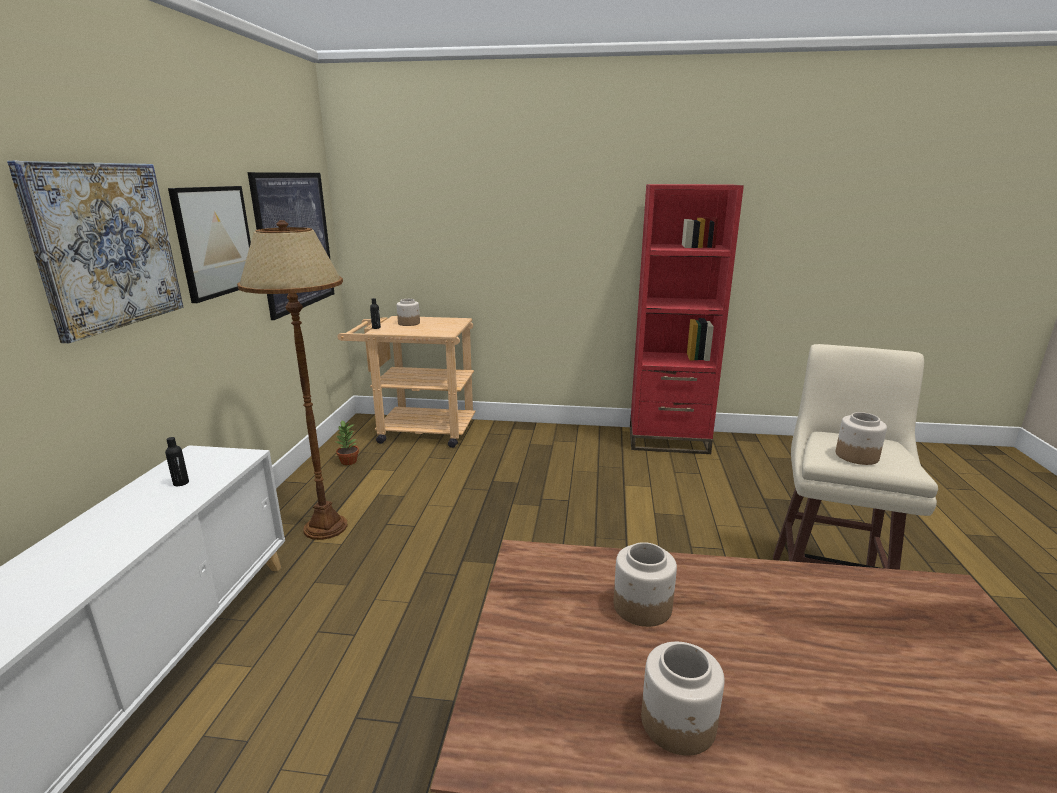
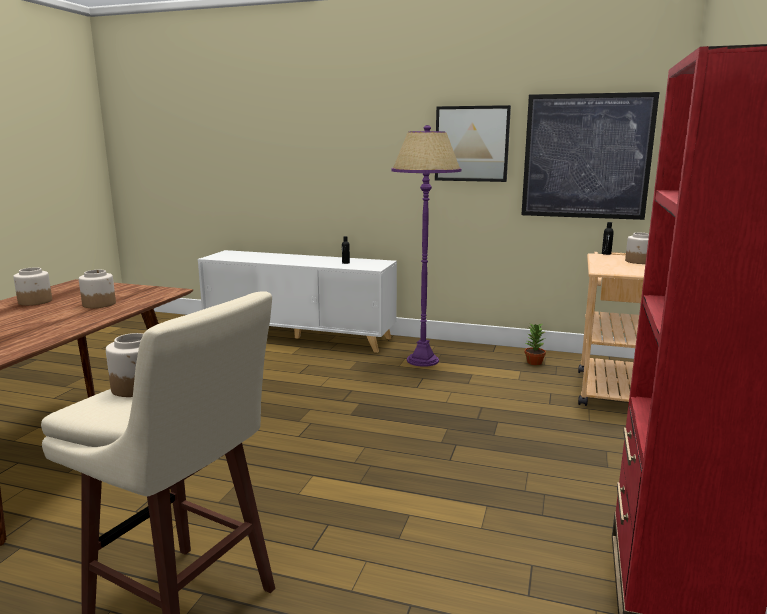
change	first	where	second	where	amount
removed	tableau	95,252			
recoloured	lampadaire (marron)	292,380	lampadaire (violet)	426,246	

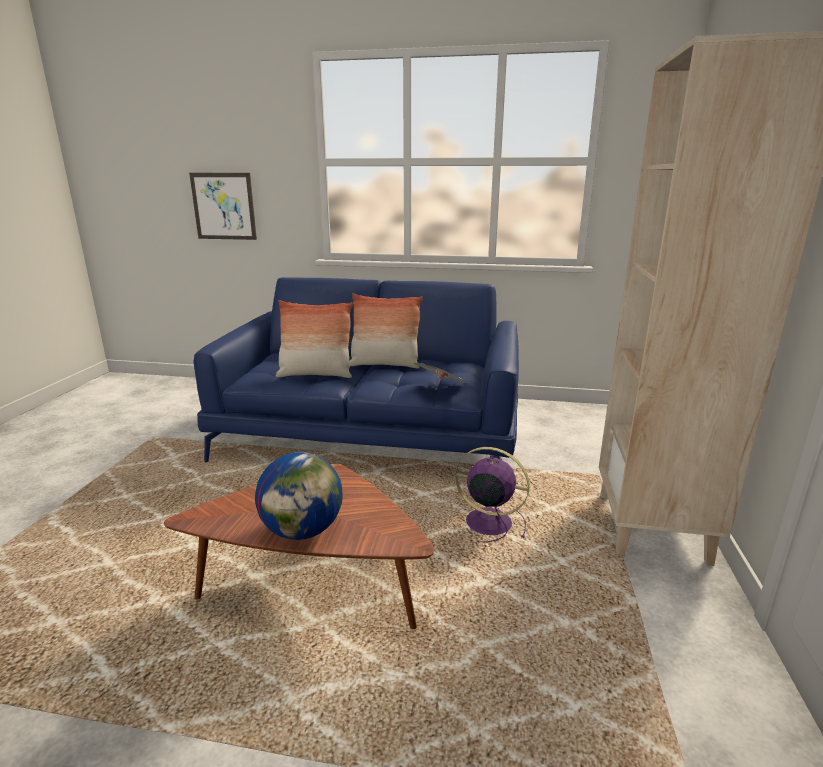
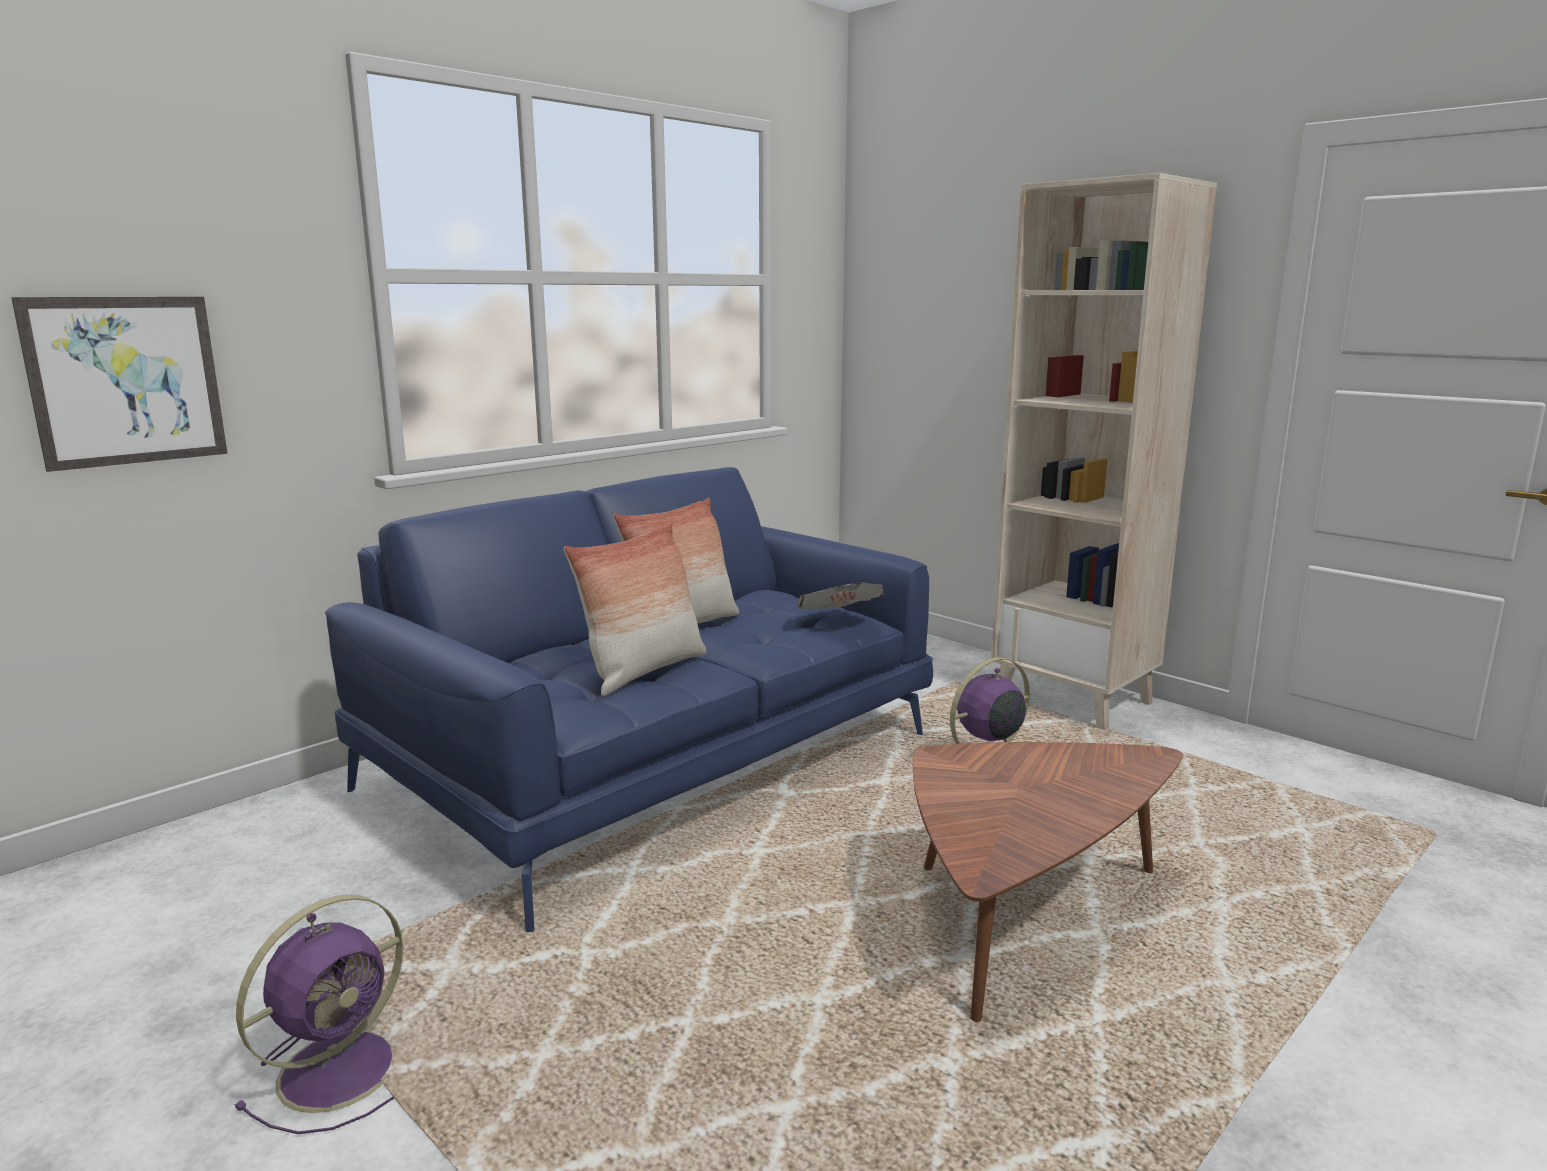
change	first	where	second	where	amount
removed	globe	299,496			
added			ventilateur (violet)	318,1014	

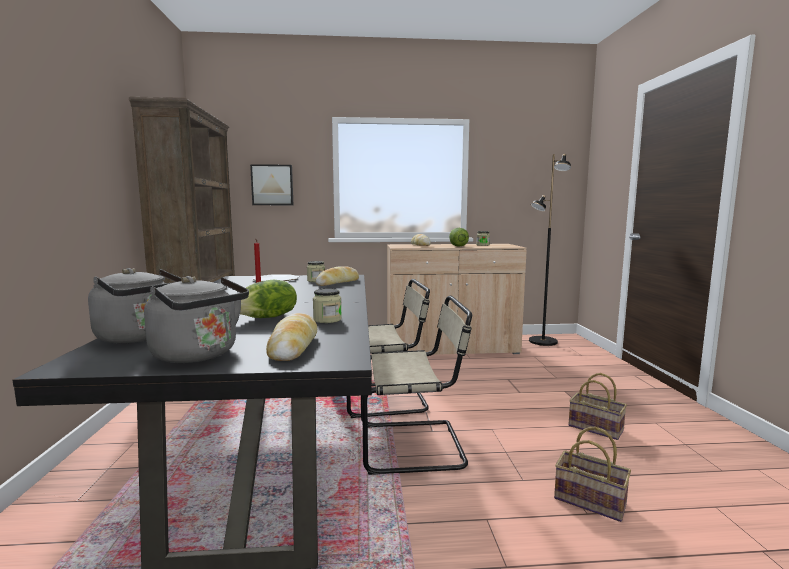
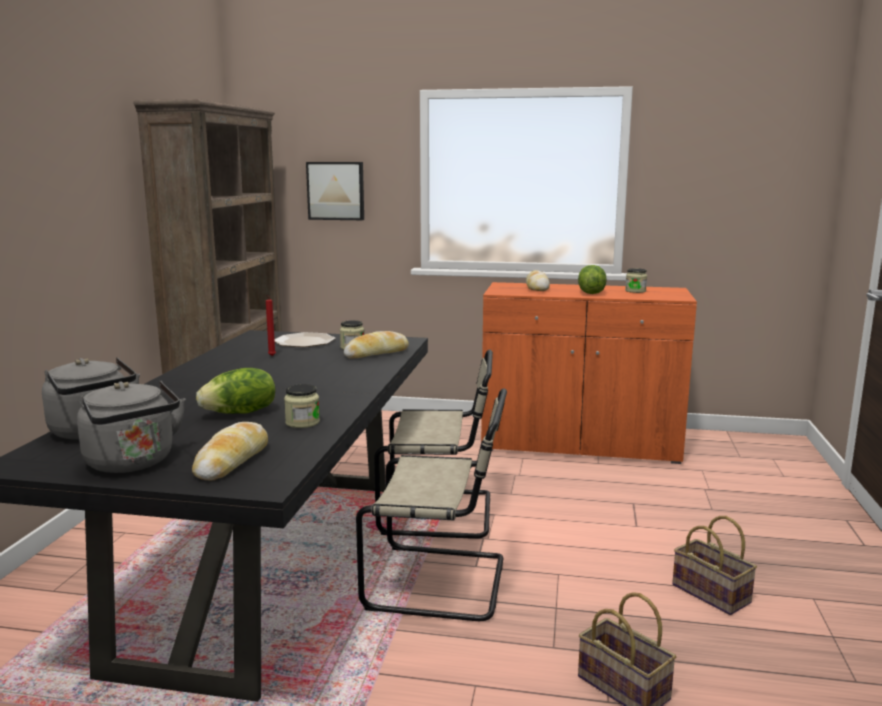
change	first	where	second	where	amount
removed	lampadaire (noir)	550,250			
recoloured	meuble de rangement (beige)	457,299	meuble de rangement (orange)	589,373	

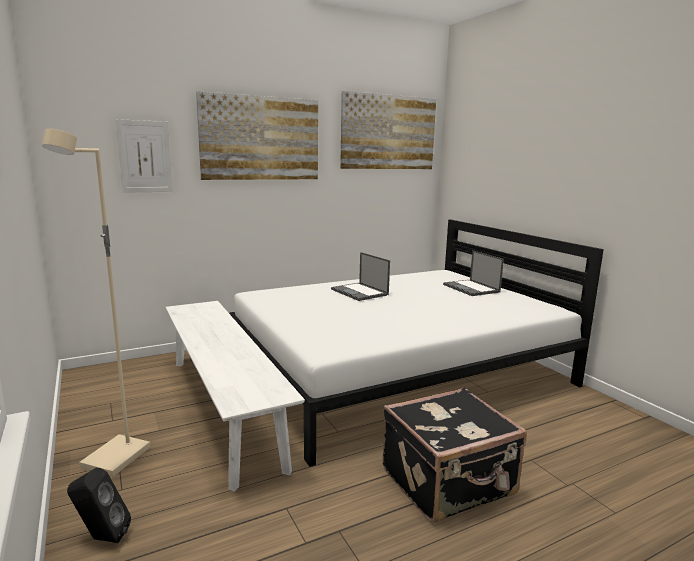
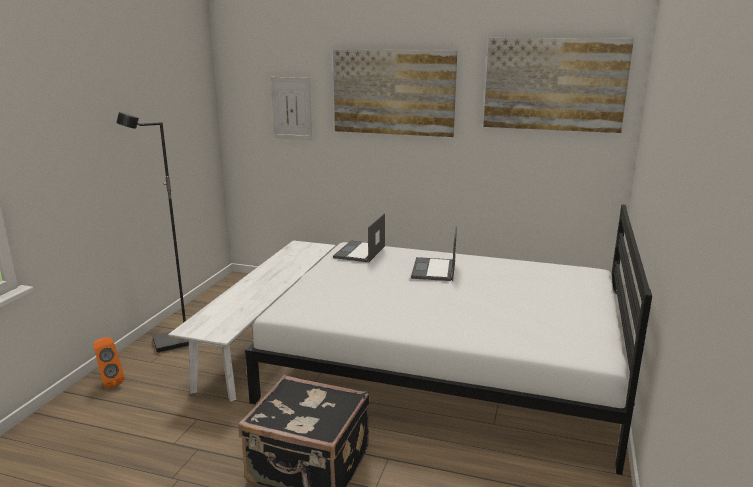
change	first	where	second	where	amount
recoloured	lampadaire (beige)	96,302	lampadaire (noir)	152,232	
moved	ordinateur portable	473,273		359,238	
recoloured	enceinte (noir)	99,505	enceinte (orange)	108,362	

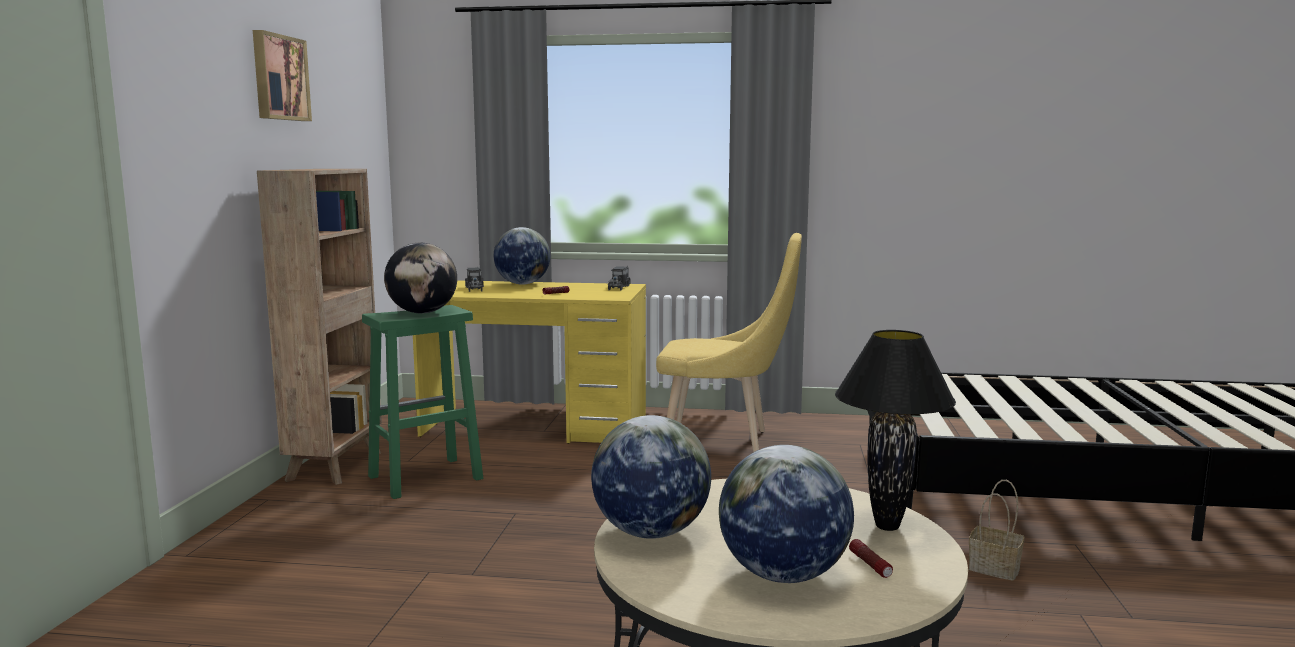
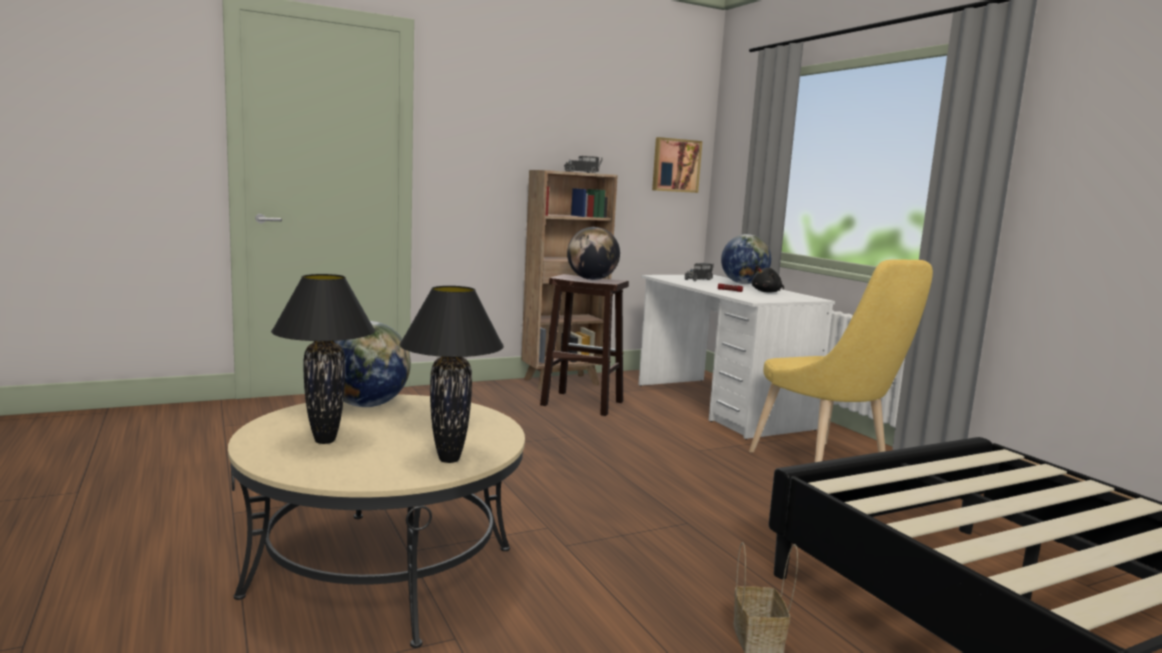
change	first	where	second	where	amount
moved	tableau	282,75		677,165	
moved	camion jouet	619,278		583,164	
recoloured	bureau (jaune)	529,362	bureau (blanc)	736,357	
recoloured	tabouret (vert)	422,402	tabouret (marron)	584,345	
replaced	globe	786,514	lampe de table (noir)	323,359	
removed	lampe de poche	871,558			
added			peluche (noir)	768,279	

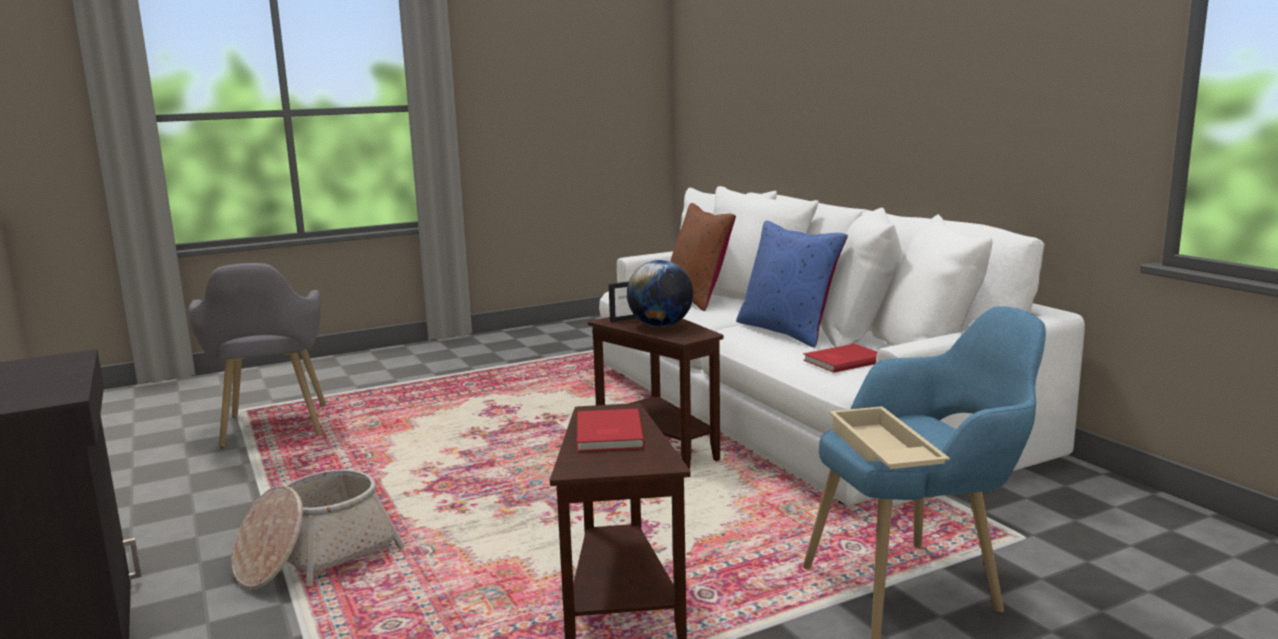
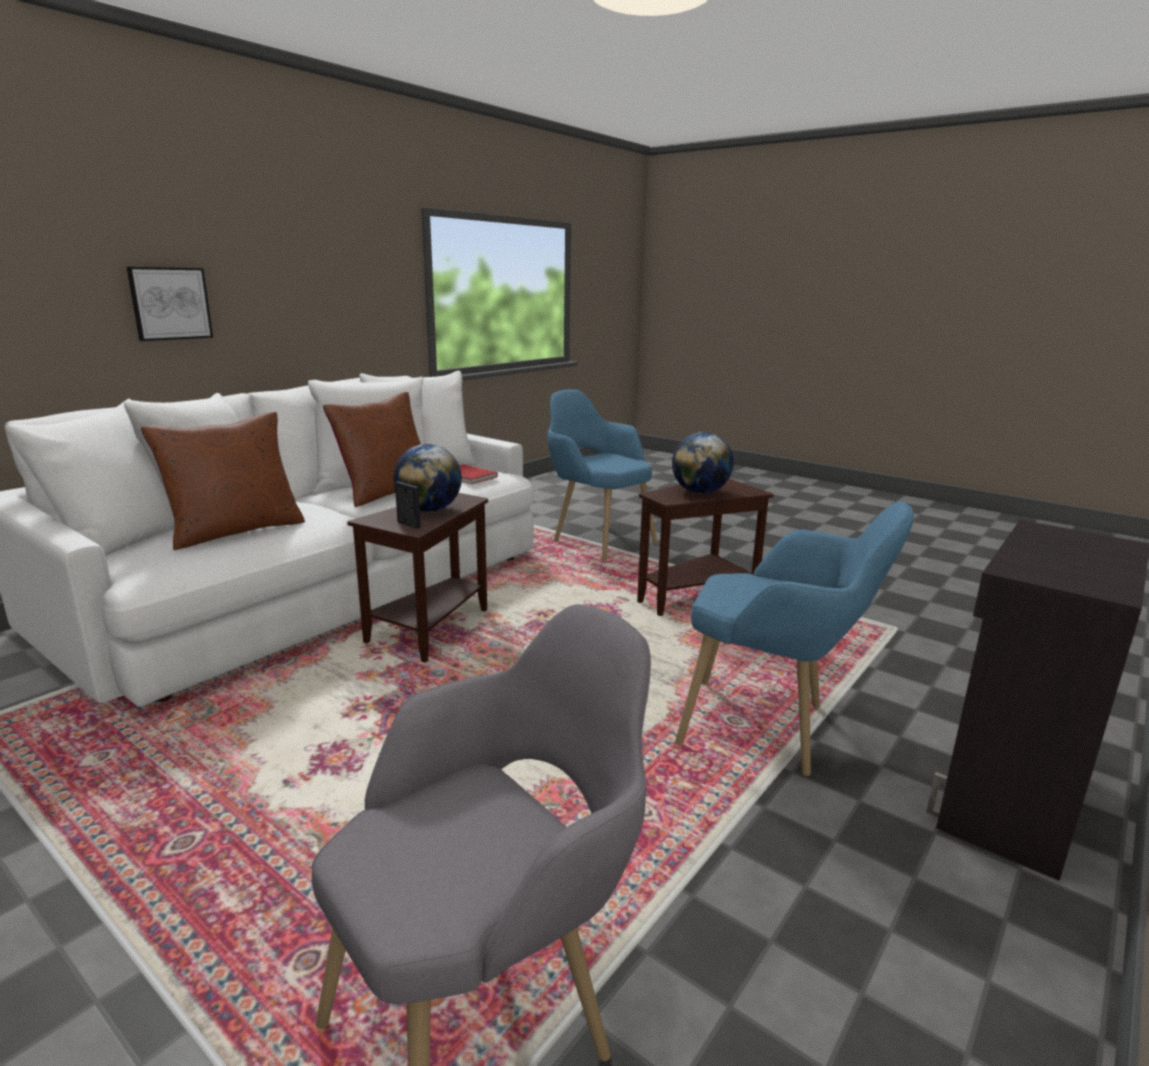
change	first	where	second	where	amount
recoloured	coussin (bleu)	792,284	coussin (marron)	372,449	
removed	plateau (beige)	889,437			
replaced	livre (rouge)	611,430	globe	703,463	
replaced	panier	318,529	fauteuil (bleu)	794,639	
added			tableau	169,304	

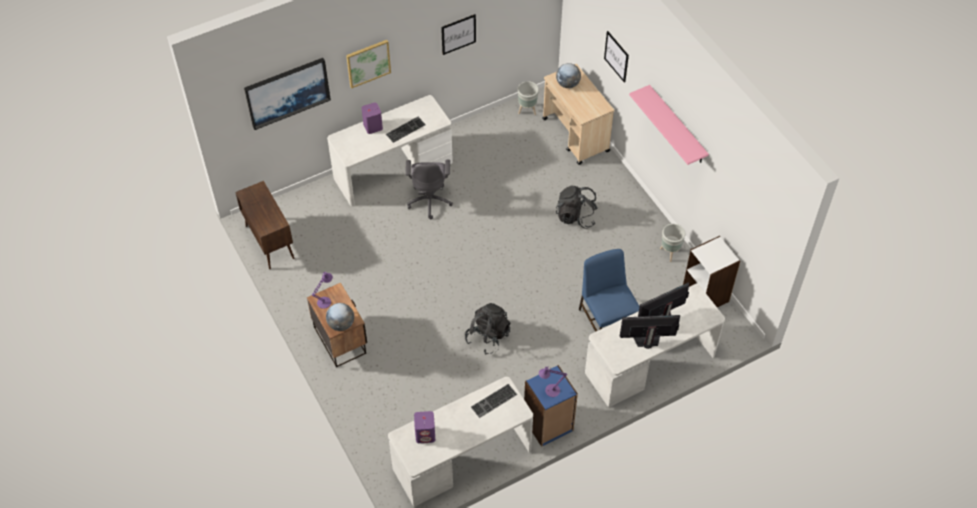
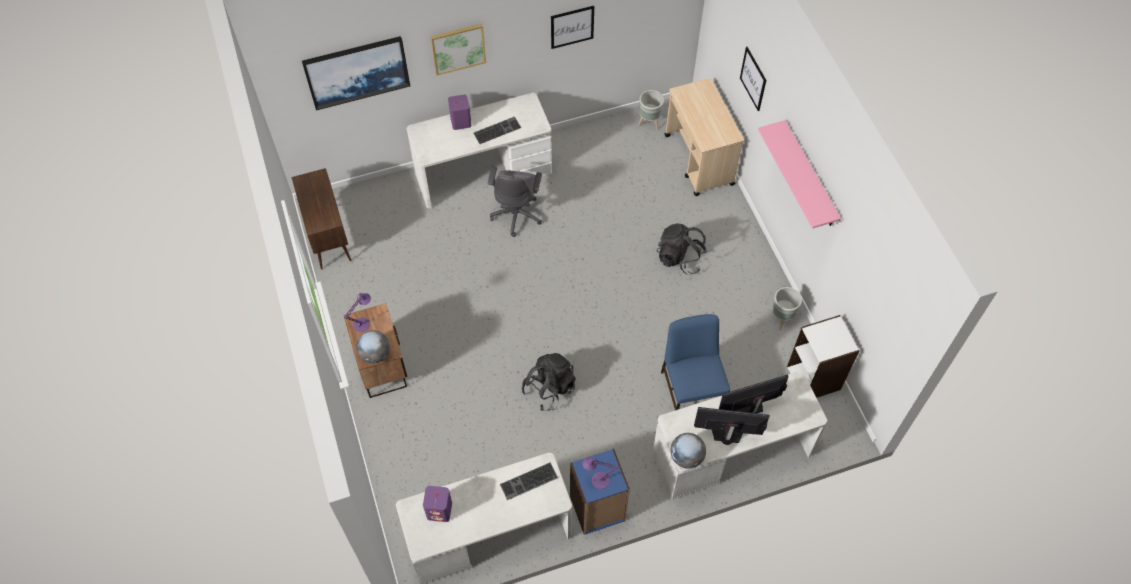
change	first	where	second	where	amount
moved	globe	568,75		688,451	

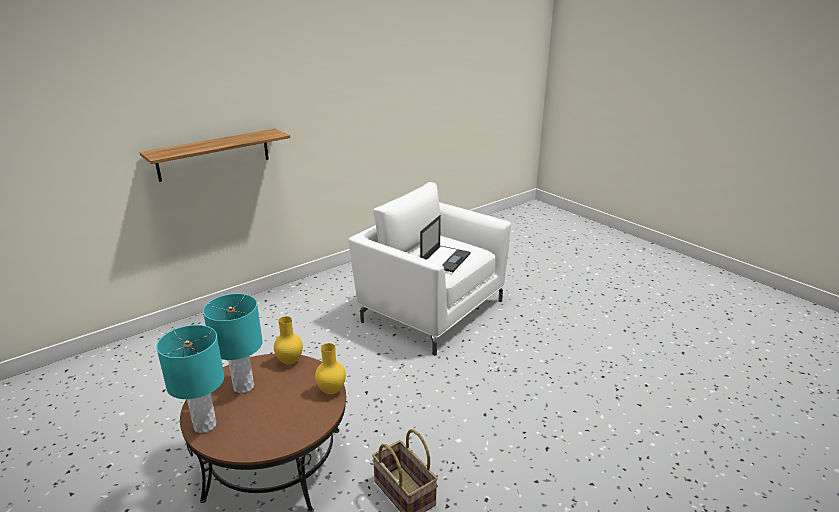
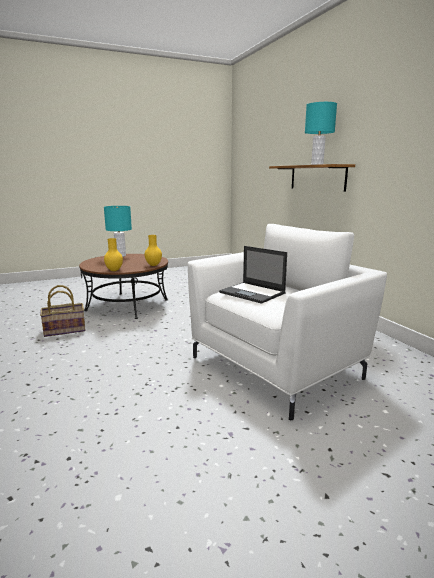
change	first	where	second	where	amount
moved	lampe de table (turquoise)	233,343		321,133	

